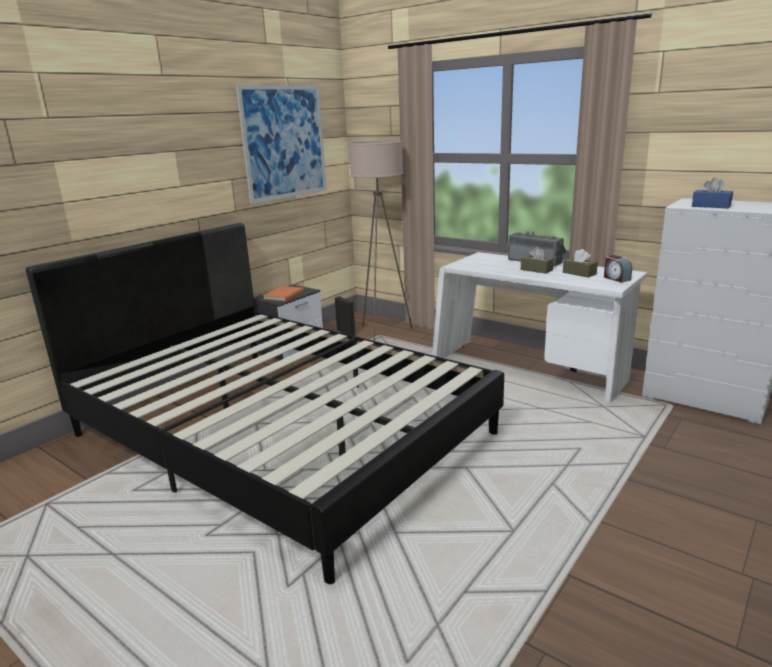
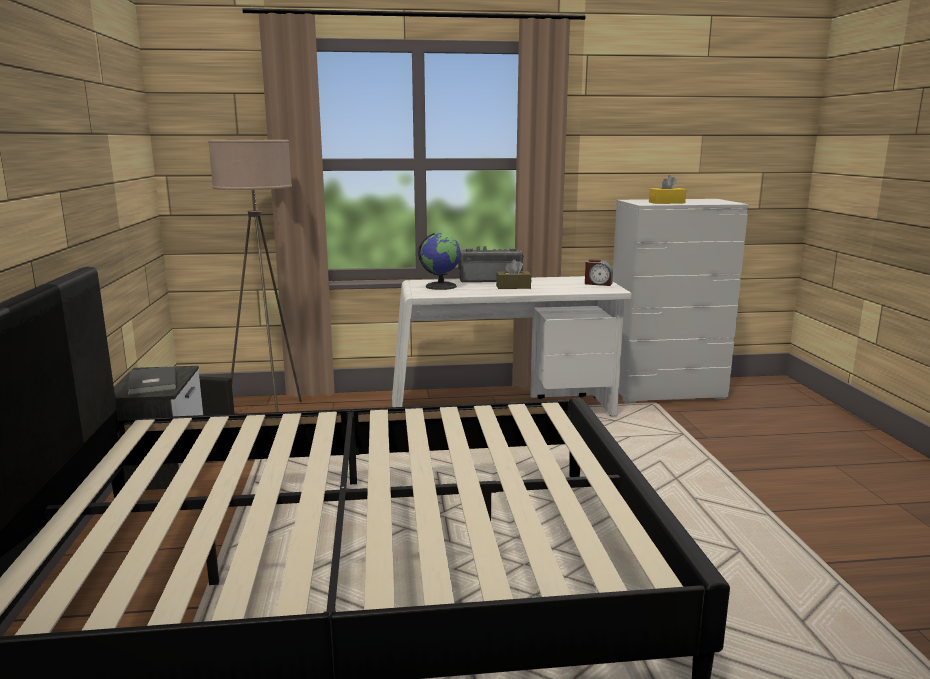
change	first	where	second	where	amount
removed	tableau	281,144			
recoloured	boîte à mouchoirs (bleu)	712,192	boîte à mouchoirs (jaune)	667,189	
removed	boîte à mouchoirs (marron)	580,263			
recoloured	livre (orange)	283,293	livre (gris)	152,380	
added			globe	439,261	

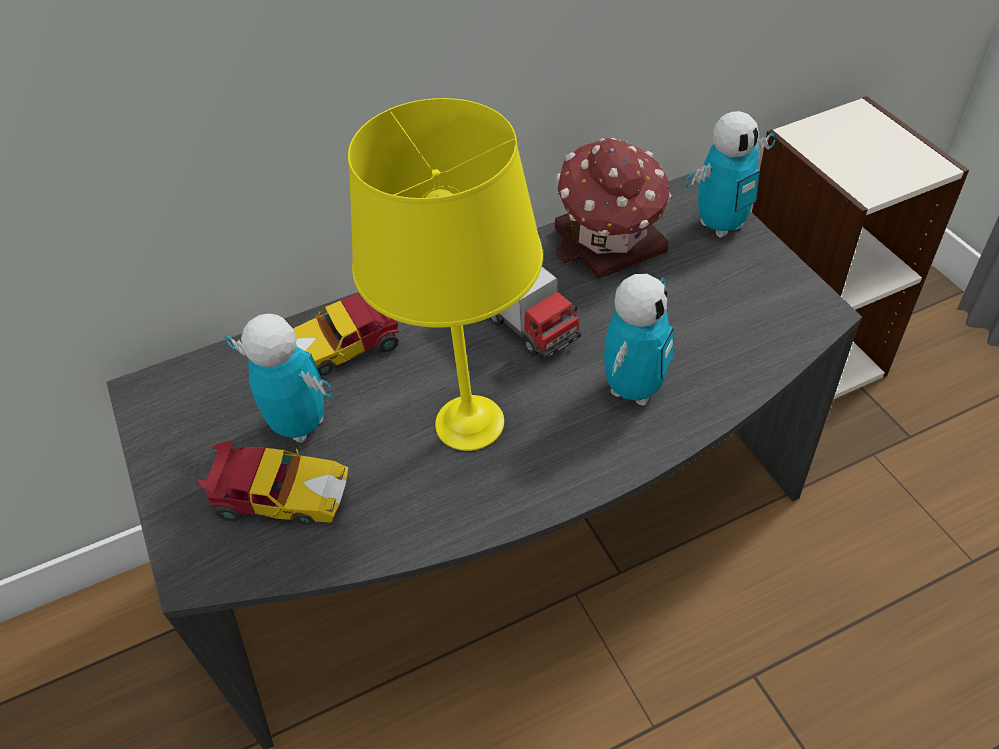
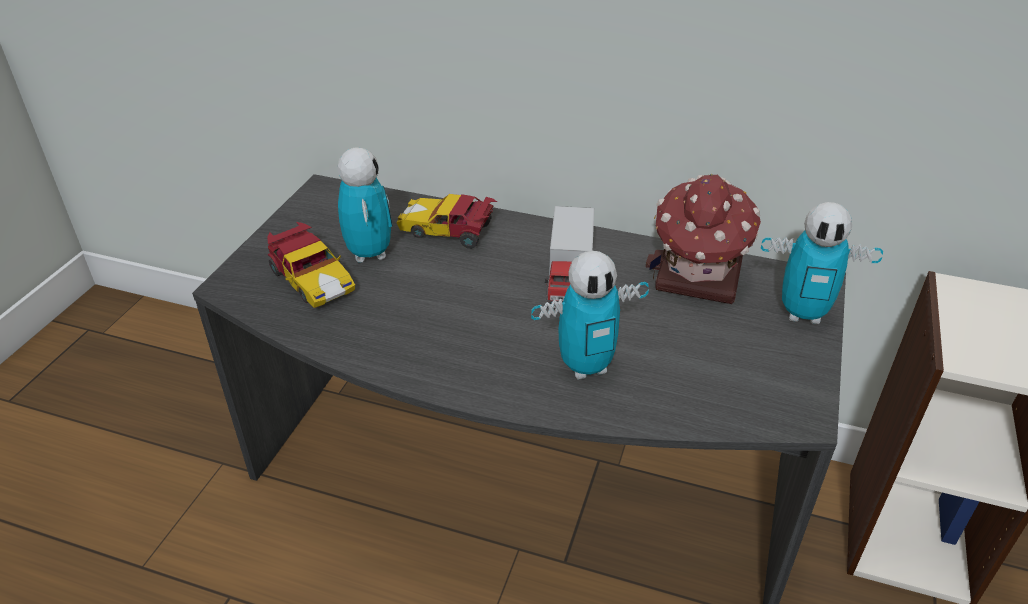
change	first	where	second	where	amount
removed	lampe de table (jaune)	445,274			

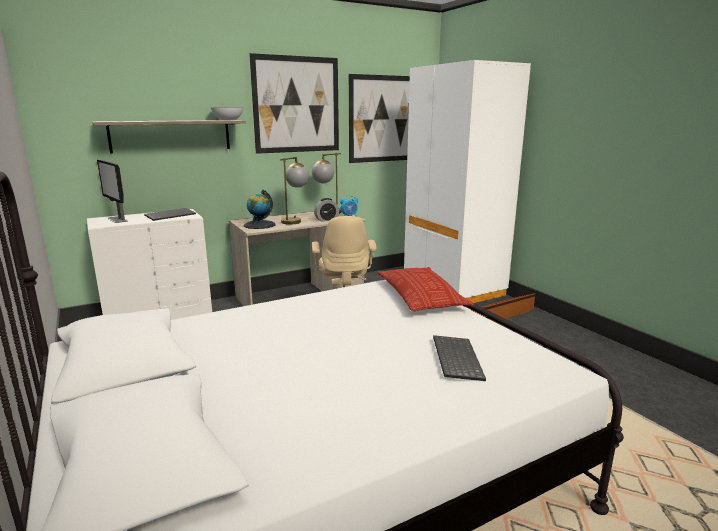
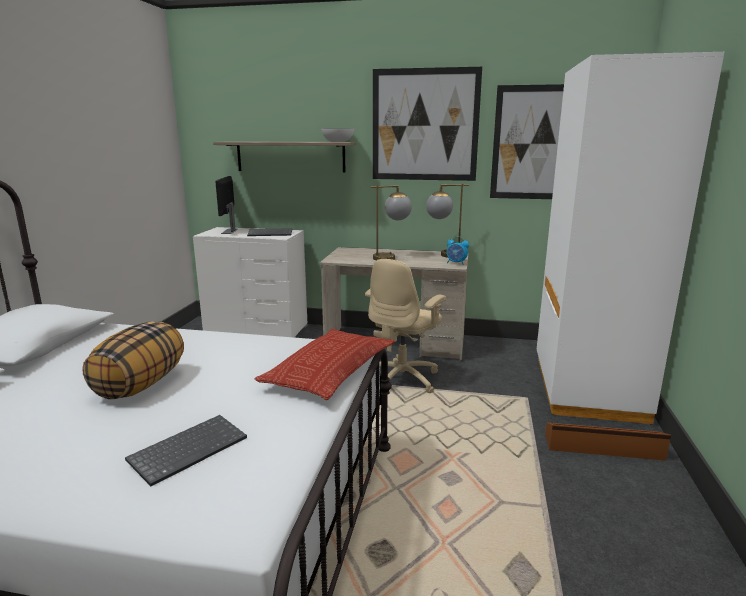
change	first	where	second	where	amount
removed	globe	260,209			
removed	réveil	326,210			
added			coussin	133,360	

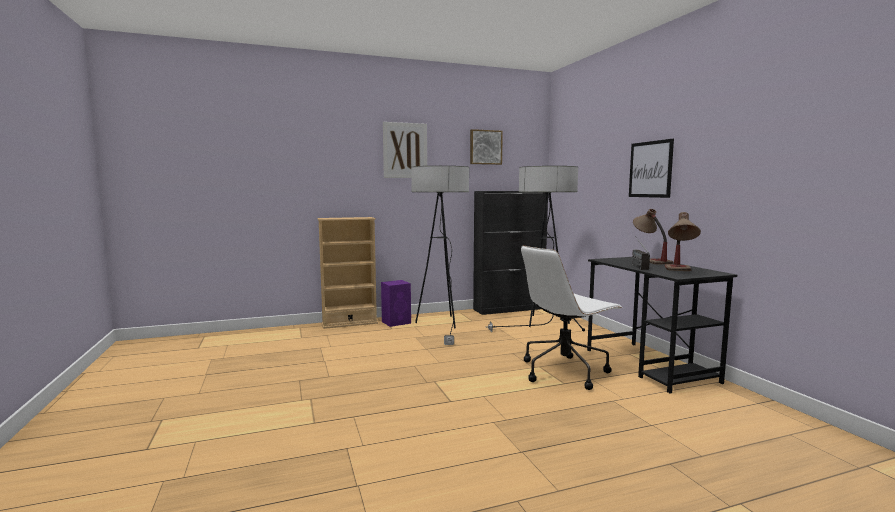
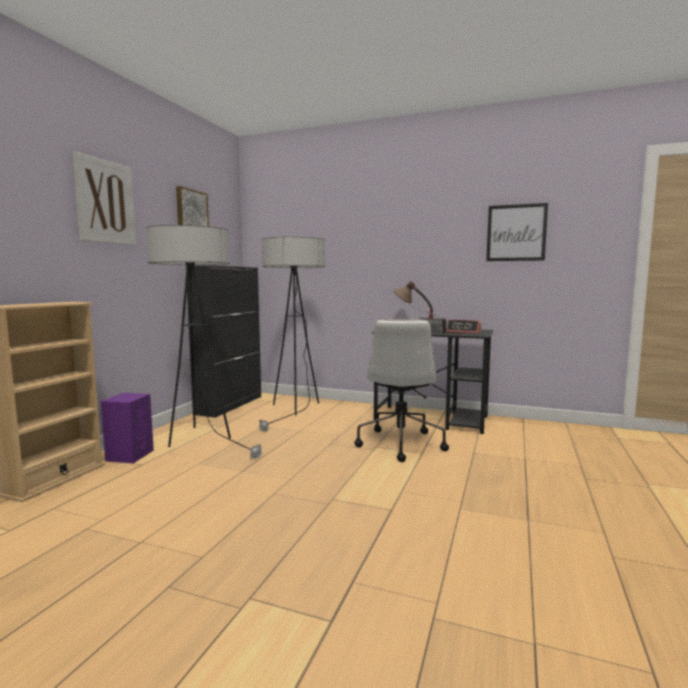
change	first	where	second	where	amount
moved	tableau	651,168		517,232	
replaced	lampe de table	683,241	réveil	463,327	

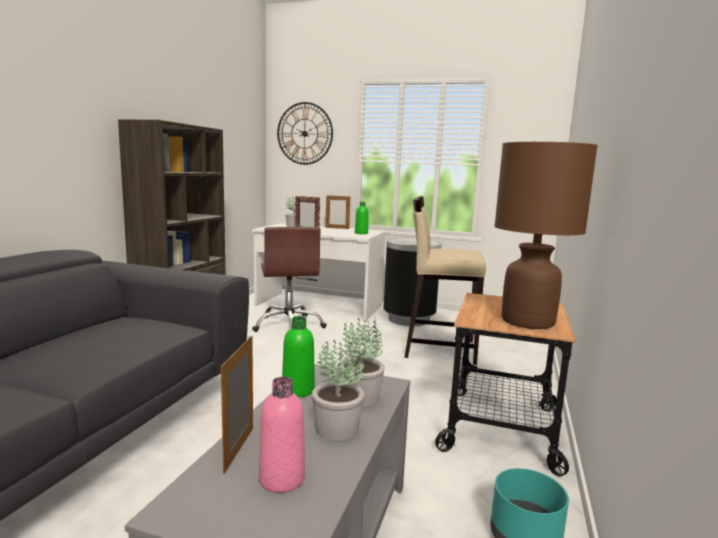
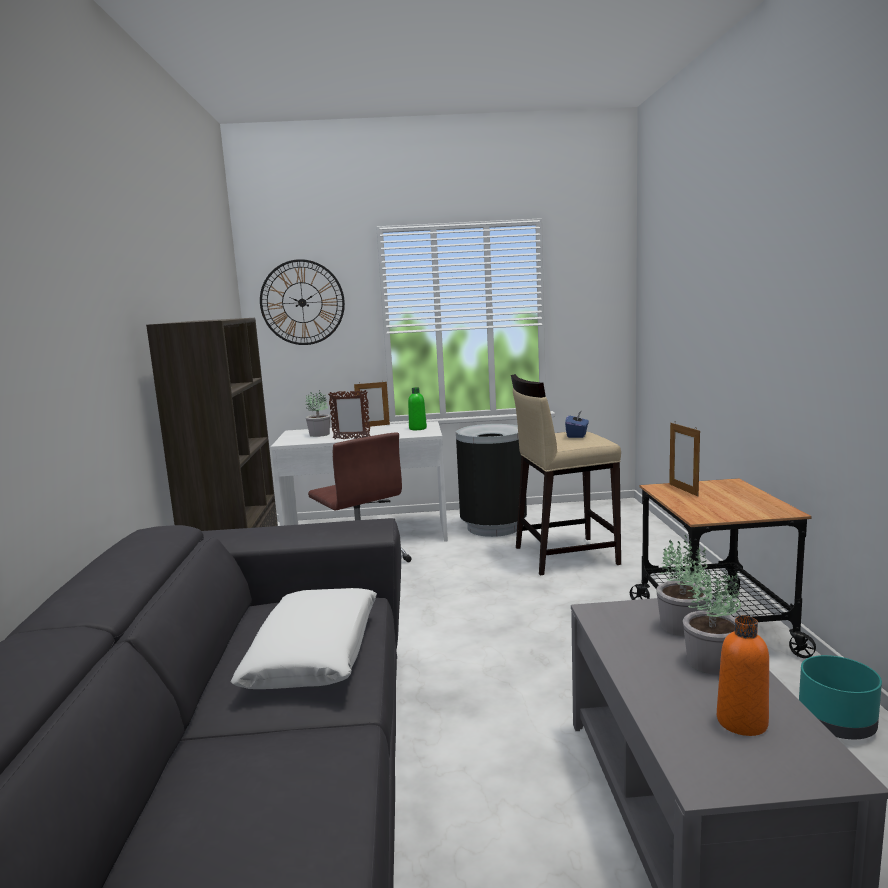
change	first	where	second	where	amount
removed	lampe de table (marron)	546,235			
removed	bouteille (vert)	298,356			
moved	cadre photo	237,405		684,459	
recoloured	bouteille (rose)	282,435	bouteille (orange)	743,676	
added			boîte à mouchoirs (bleu)	577,424	
added			coussin (blanc)	303,638	

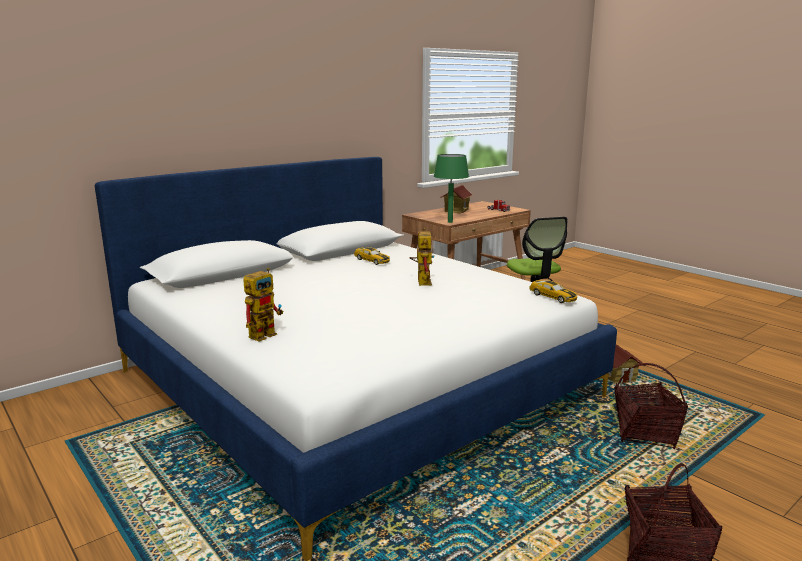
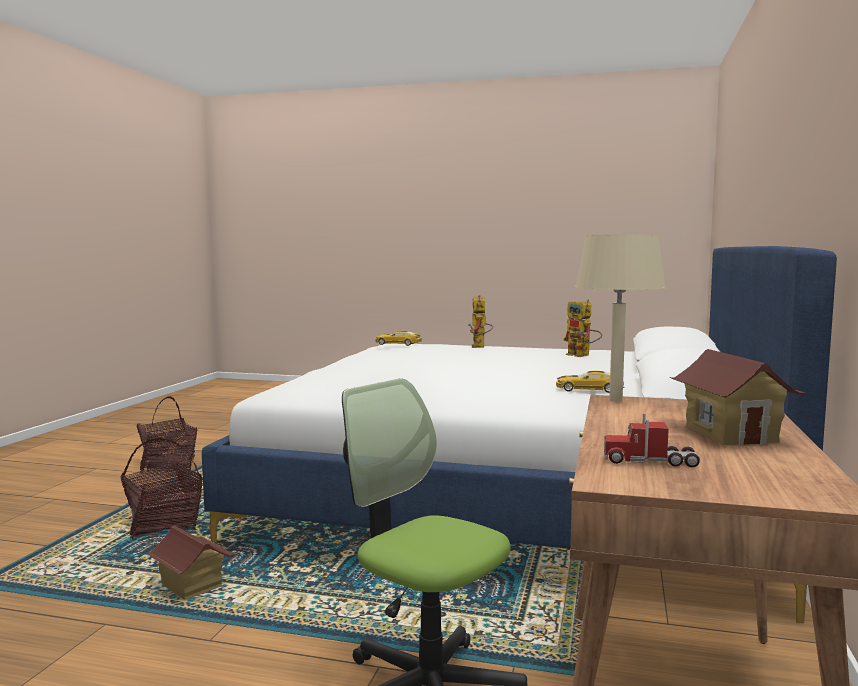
change	first	where	second	where	amount
recoloured	lampe de table (vert)	451,188	lampe de table (beige)	620,318	
moved	robot jouet	422,257		582,328	
moved	petite voiture	553,291		398,338	

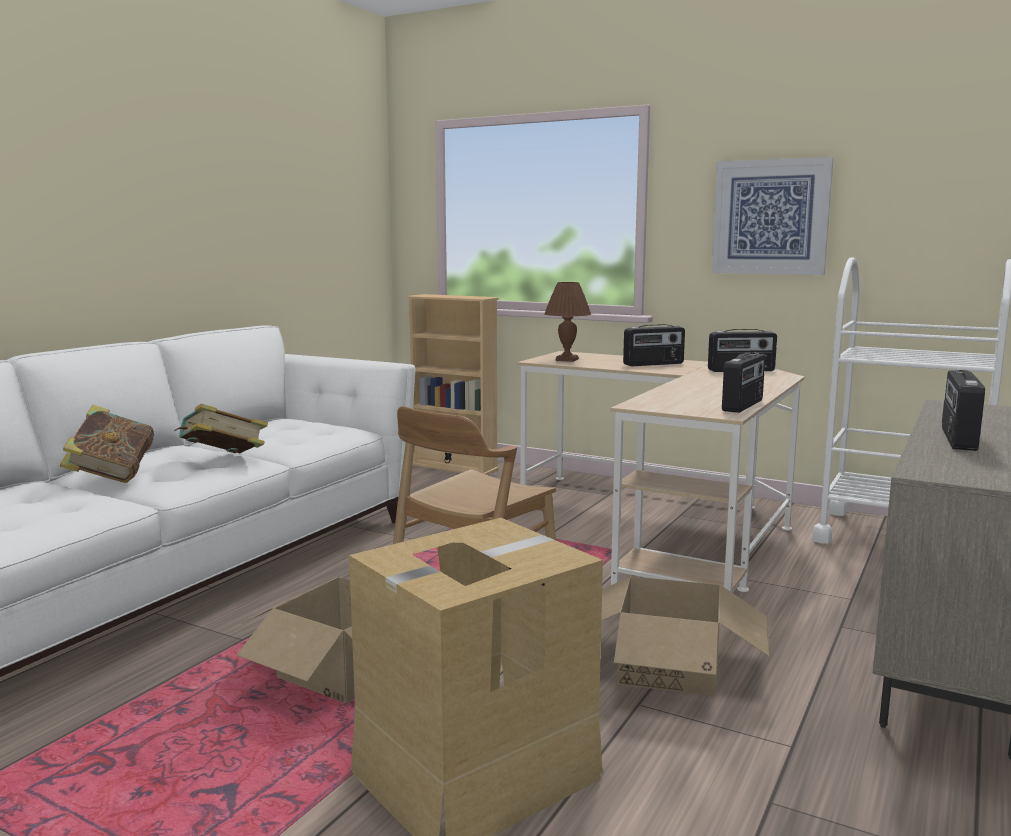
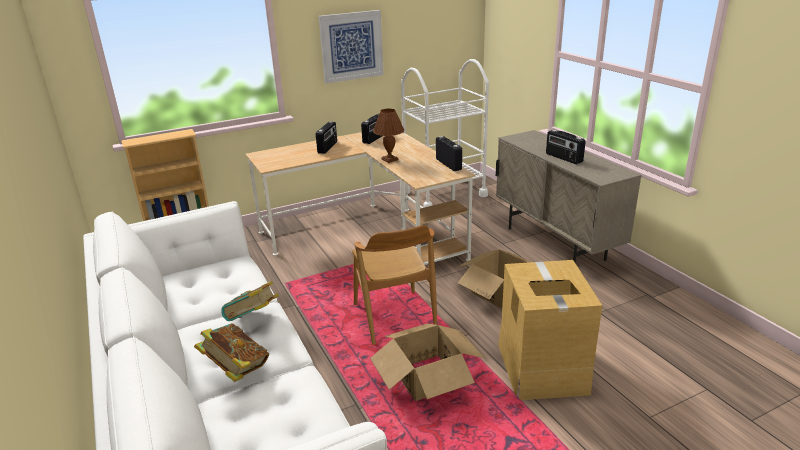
change	first	where	second	where	amount
moved	lampe de table (marron)	567,322		388,136	

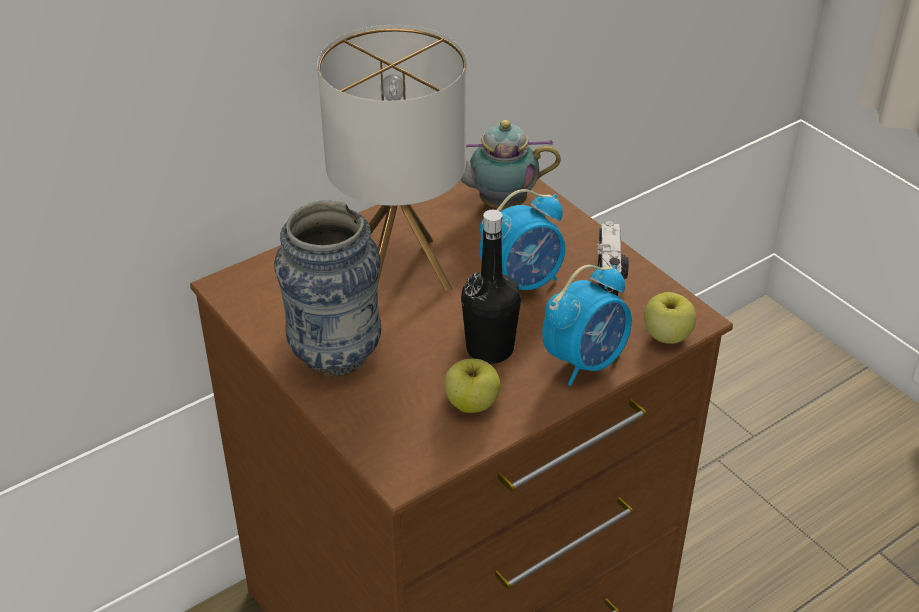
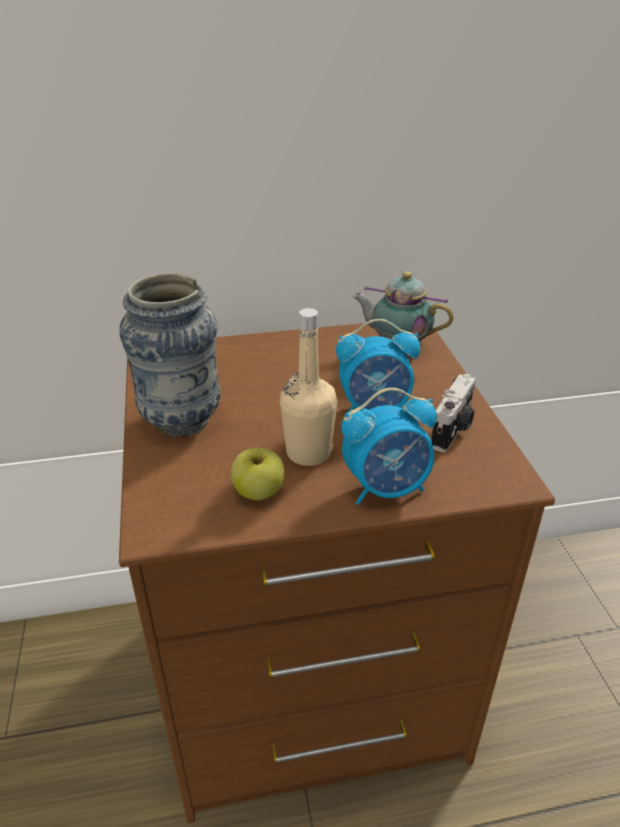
change	first	where	second	where	amount
removed	lampe de table	391,158			
recoloured	bouteille (noir)	491,287	bouteille (beige)	308,387	
removed	pomme	670,318			

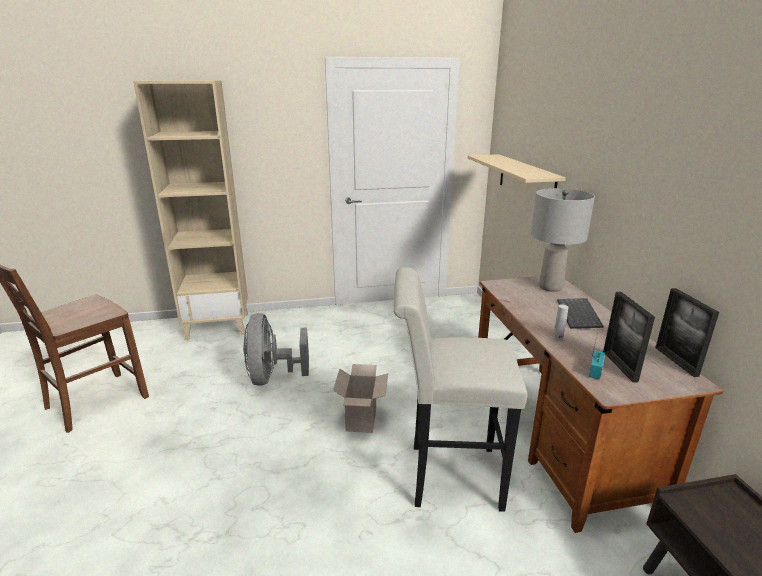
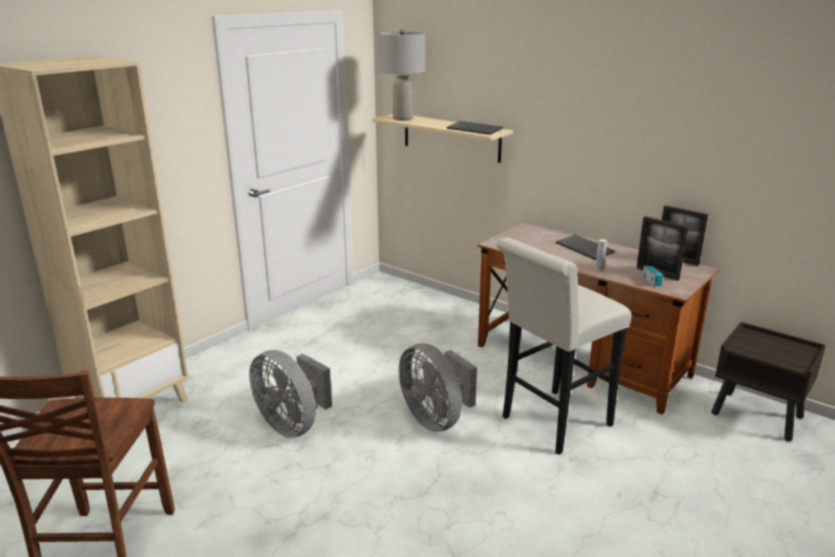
change	first	where	second	where	amount
moved	lampe de table (gris)	563,240		402,75	
replaced	carton	360,398	ventilateur (gris)	438,387	
added			clavier	475,128	

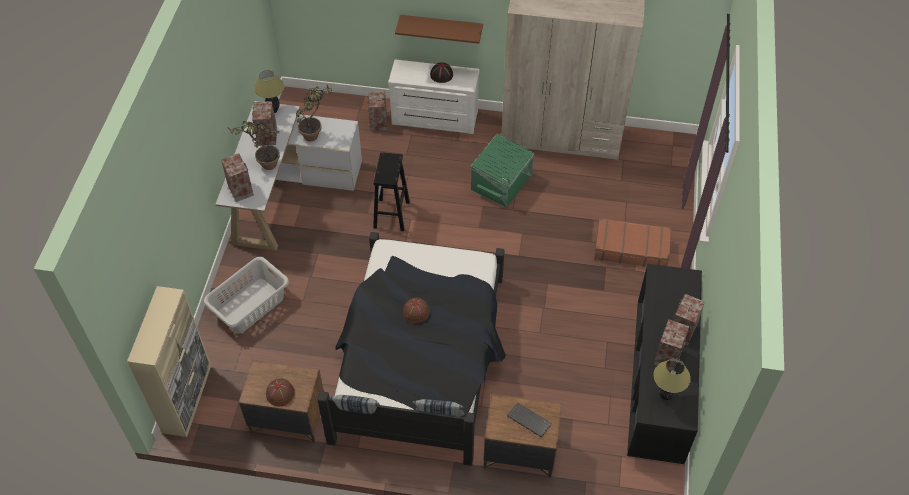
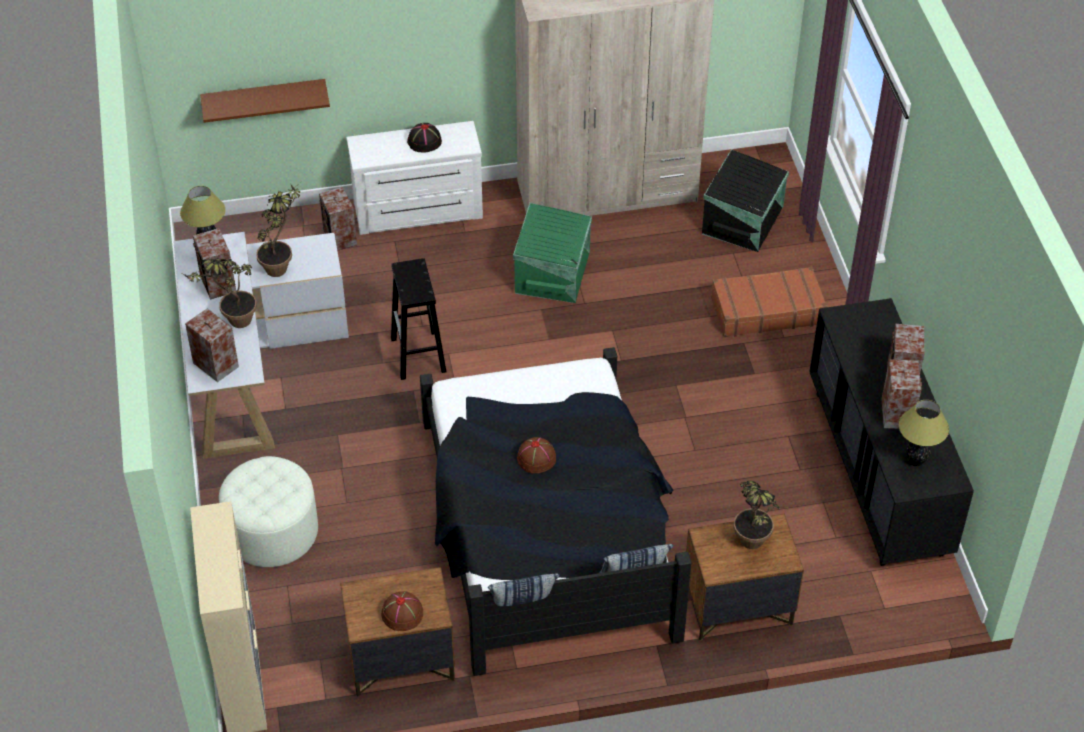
change	first	where	second	where	amount
moved	étagère (marron)	439,29		265,101	
replaced	panier à linge (gris)	246,295	pouf (blanc)	268,511	
replaced	clavier	529,420	plante en pot	757,515	
added			boîte de rangement (noir)	745,200	

